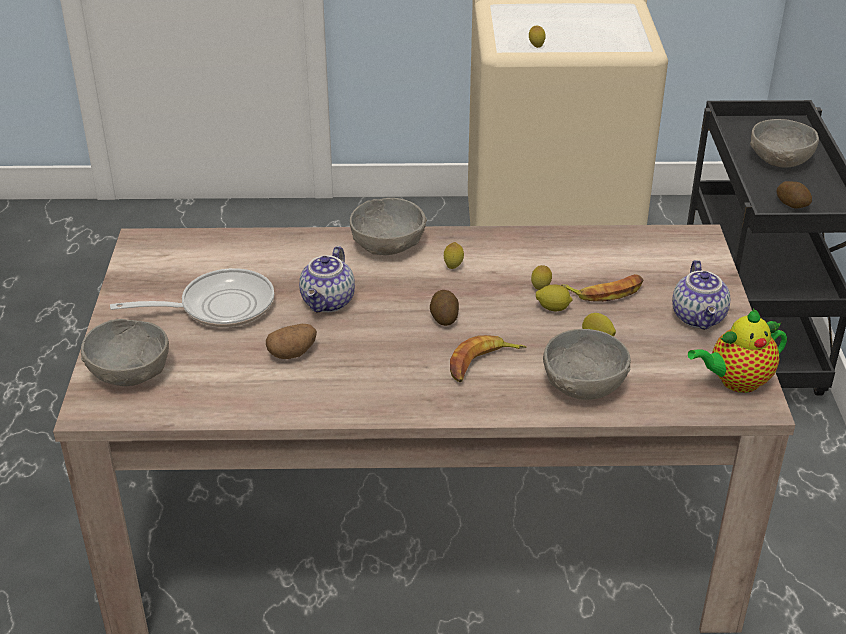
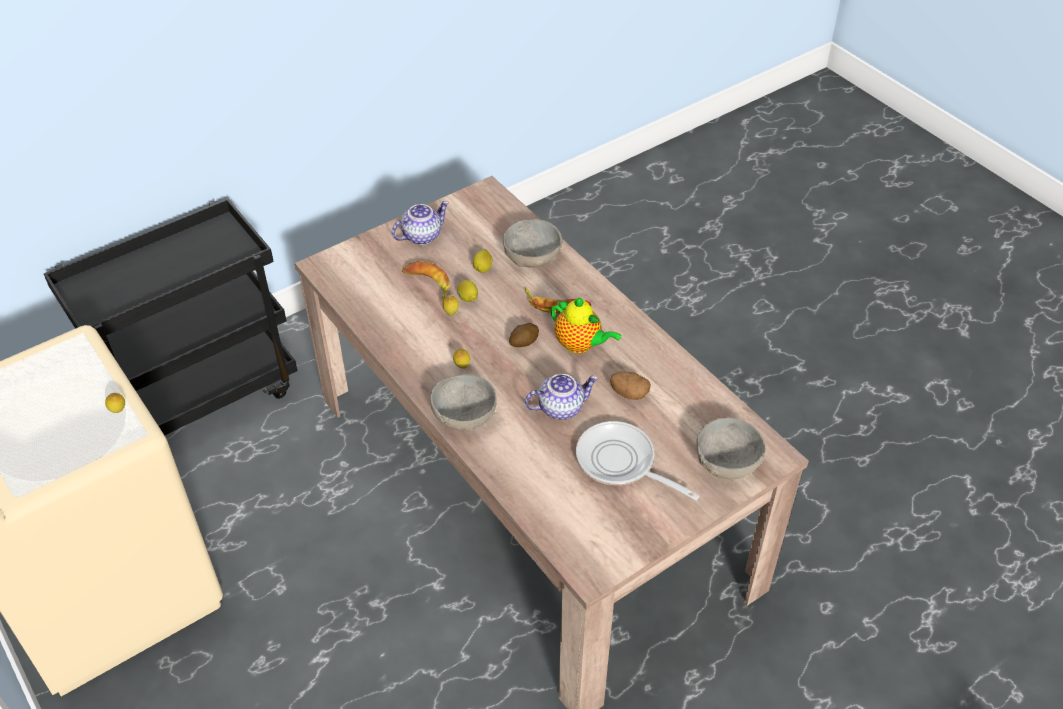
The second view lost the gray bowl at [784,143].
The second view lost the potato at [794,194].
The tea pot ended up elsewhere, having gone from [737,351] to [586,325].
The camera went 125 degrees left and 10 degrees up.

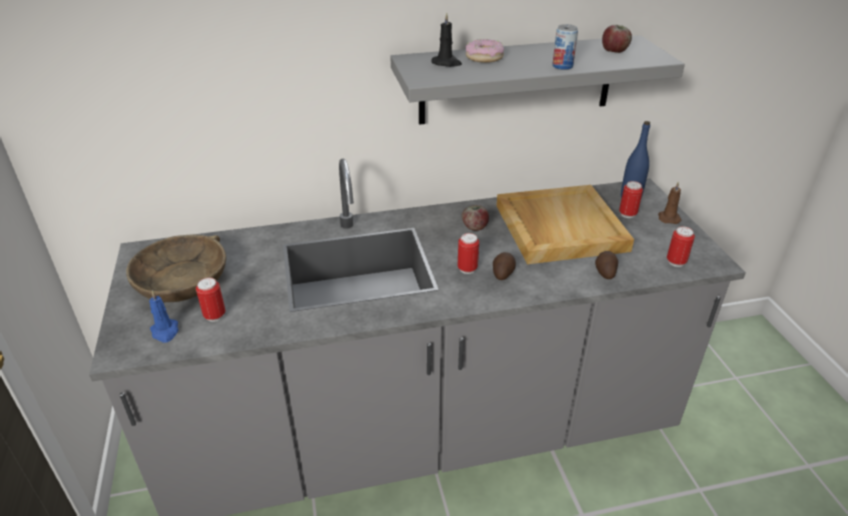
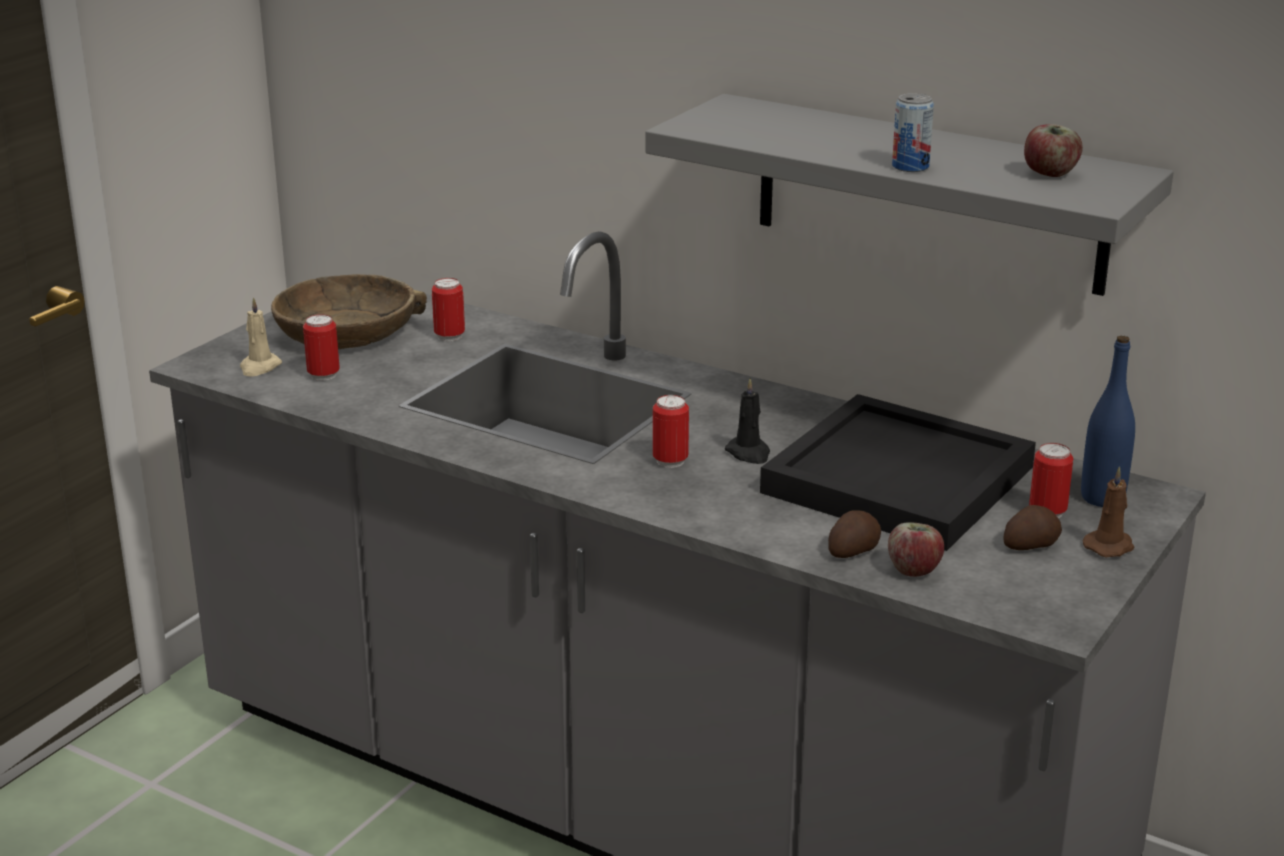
The black wax candle ended up elsewhere, having gone from [446,40] to [747,421].
The second view lost the doughnut at [485,51].
What was the sand-coloured carrying tray at [565,224] turned into the black carrying tray at [898,472].
The whole apple ended up elsewhere, having gone from [475,218] to [916,549].
The sealed can ended up elsewhere, having gone from [681,246] to [448,309].
The potato ended up elsewhere, having gone from [504,266] to [1032,527].
What was the blue wax candle at [164,316] turned into the sand-coloured wax candle at [261,337].
The camera went 45 degrees right and 10 degrees down.

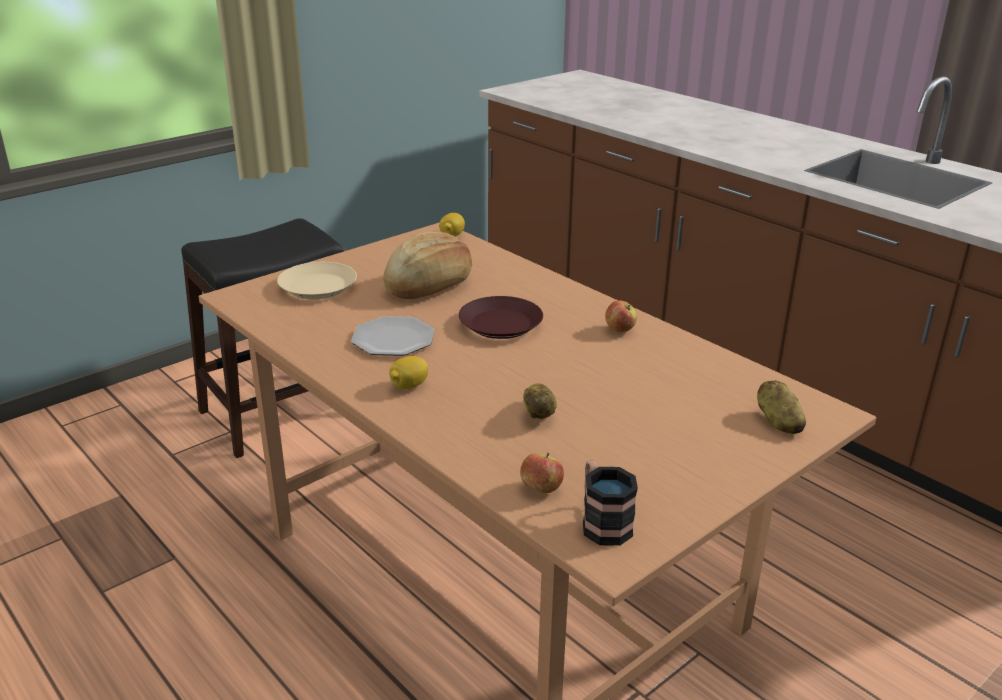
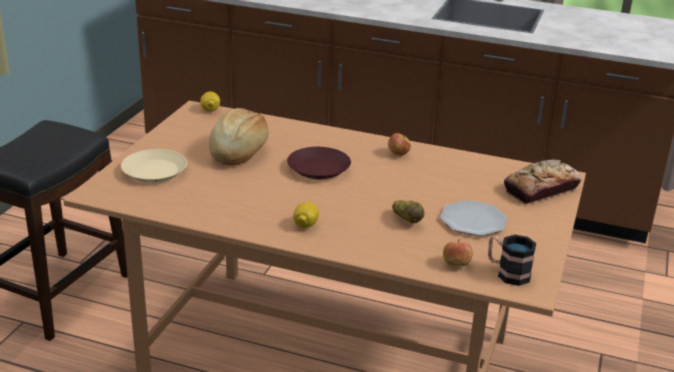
The plate ended up elsewhere, having gone from [393,336] to [473,218].
Where the potato stood at [781,407], the bakery bread came to stand at [543,182].
The camera went 30 degrees left and 0 degrees up.

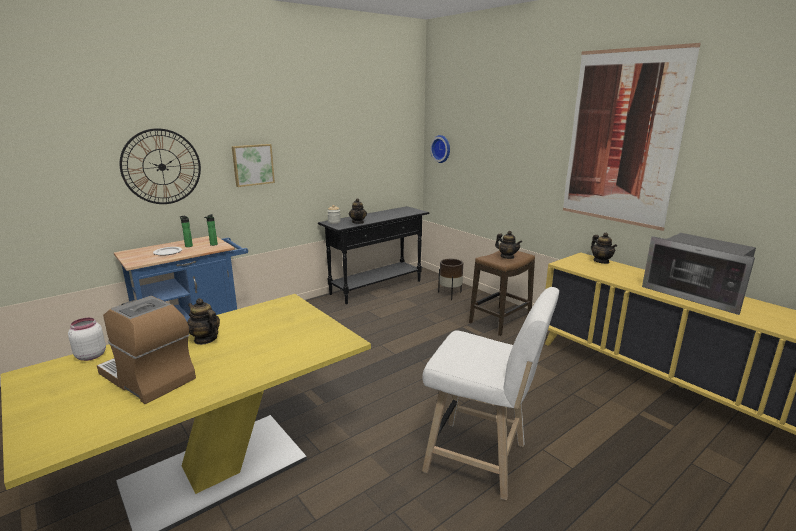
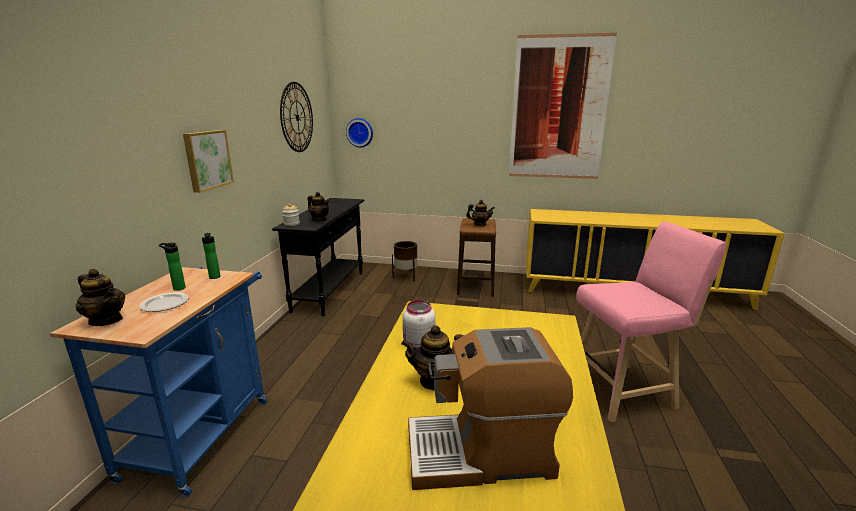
The hanging clock ended up elsewhere, having gone from [160,166] to [296,117].
The tea pot ended up elsewhere, having gone from [604,248] to [100,297].
The second view lost the microwave at [699,274].
What was the white sitting stool at [490,393] turned into the pinkish sitting stool at [651,322].
The white jar ended up elsewhere, having gone from [87,339] to [419,324].
The camera went 40 degrees left and 0 degrees up.

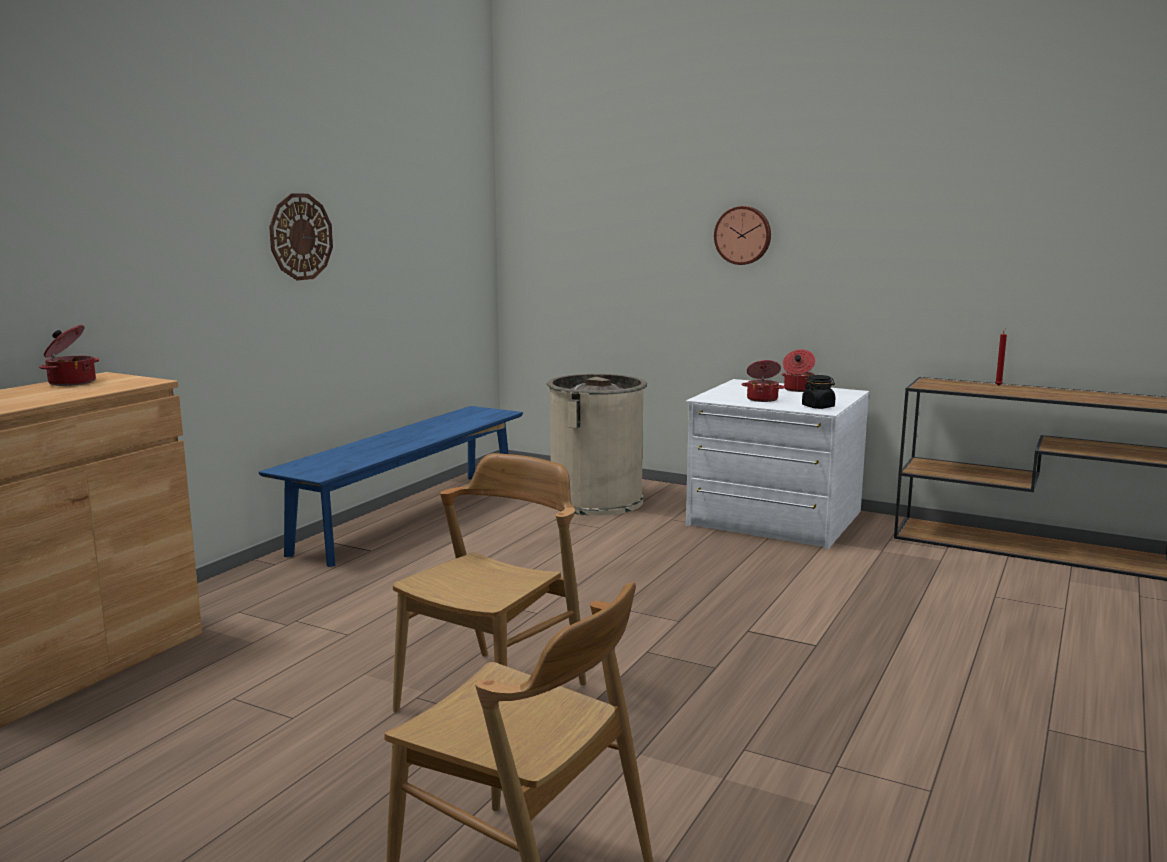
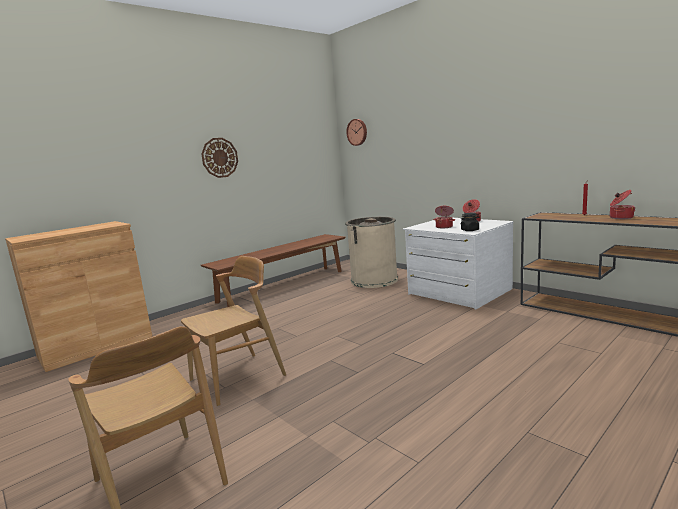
The hanging clock ended up elsewhere, having gone from [742,235] to [356,132].
The stockpot ended up elsewhere, having gone from [69,355] to [622,204].
What was the blue bench at [391,486] turned into the brownish bench at [273,270].
The camera went 20 degrees right and 0 degrees up.

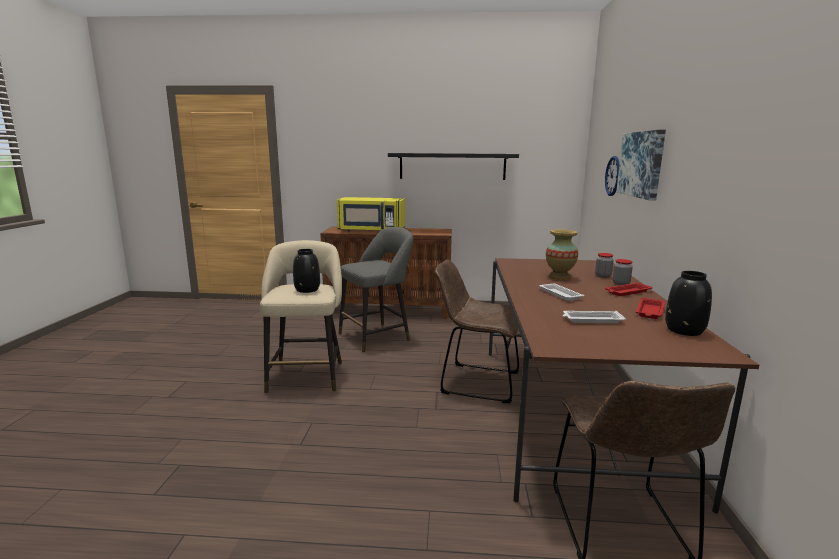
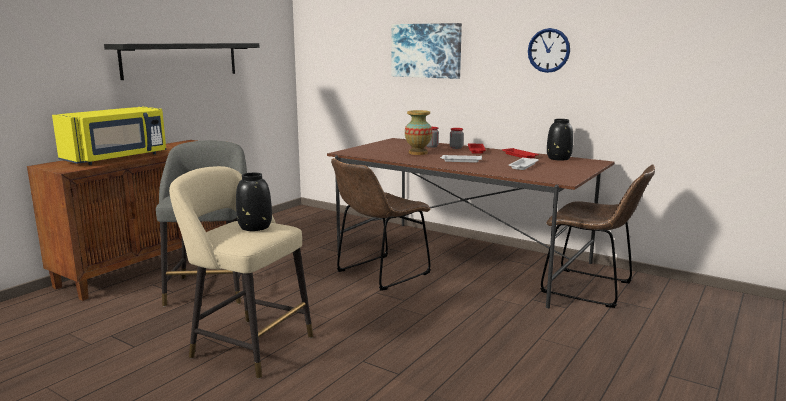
The hanging clock ended up elsewhere, having gone from [612,176] to [549,50].
The camera went 60 degrees left and 0 degrees up.

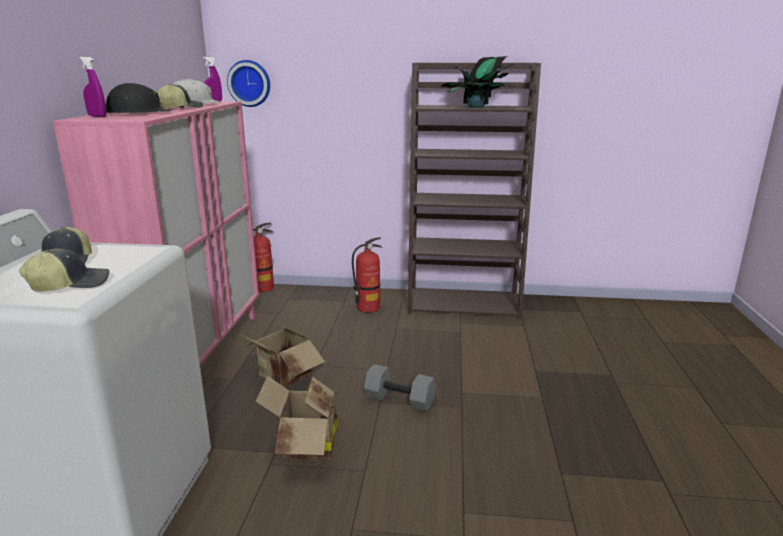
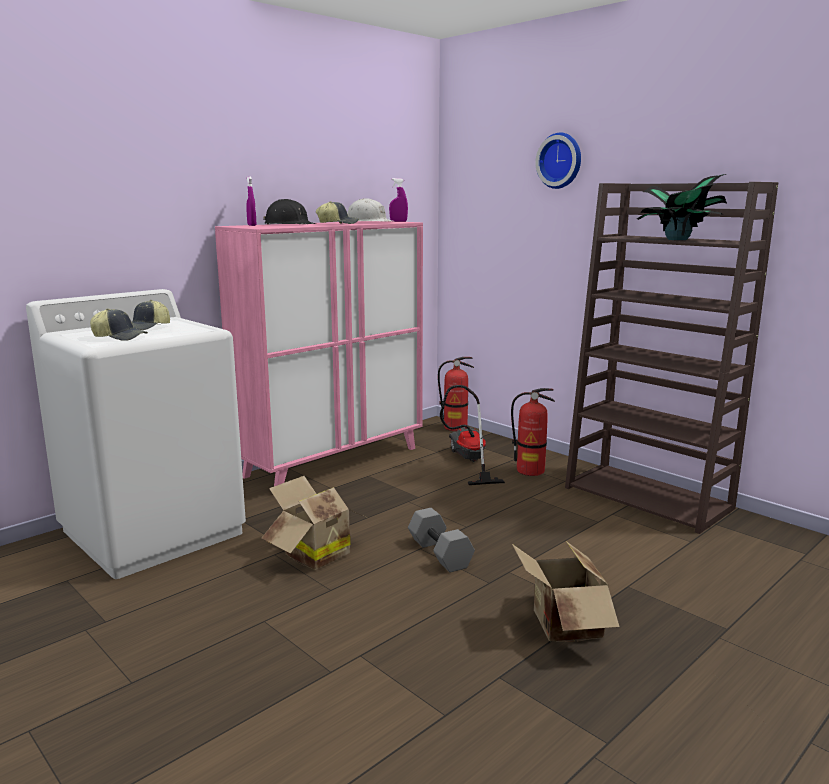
The hanging clock ended up elsewhere, having gone from [248,83] to [558,161].
The packing box ended up elsewhere, having gone from [282,354] to [566,591].
The second view gained the vacuum at [472,435].
The camera went 40 degrees right and 5 degrees down.

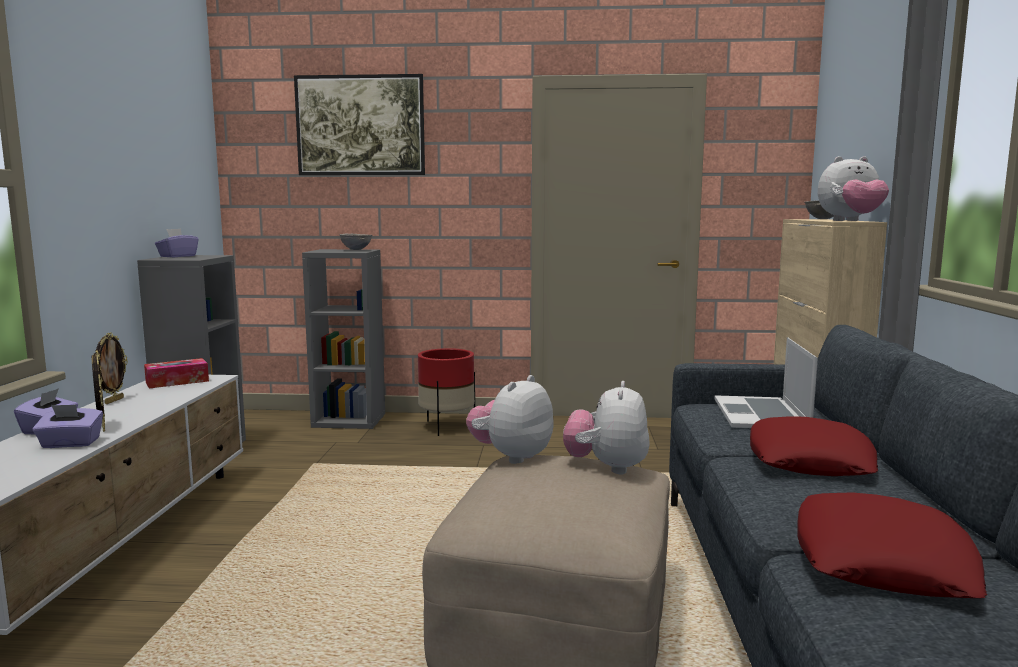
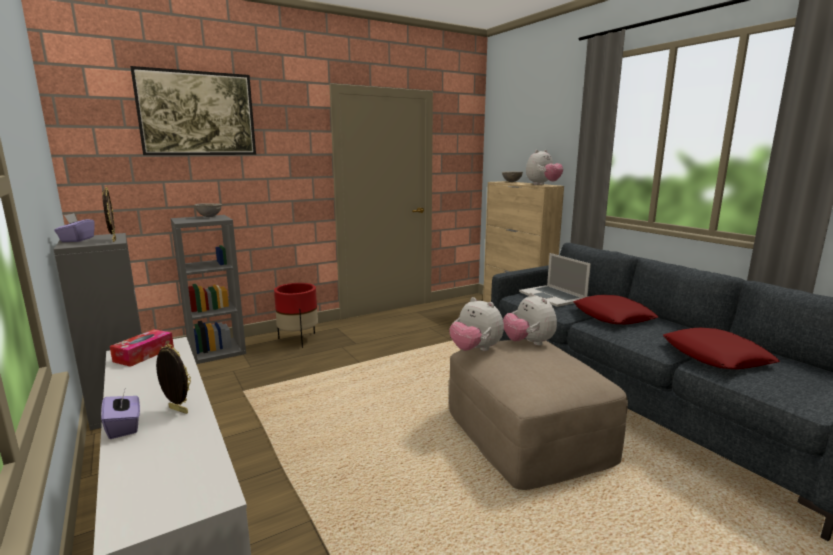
The standing frame ended up elsewhere, having gone from [111,368] to [109,214].
The soft toy at [510,419] ended up facing another way, 45 degrees counterclockwise from before.
The second view lost the purplish box of tissues at [67,426].
The camera went 35 degrees left and 5 degrees up.

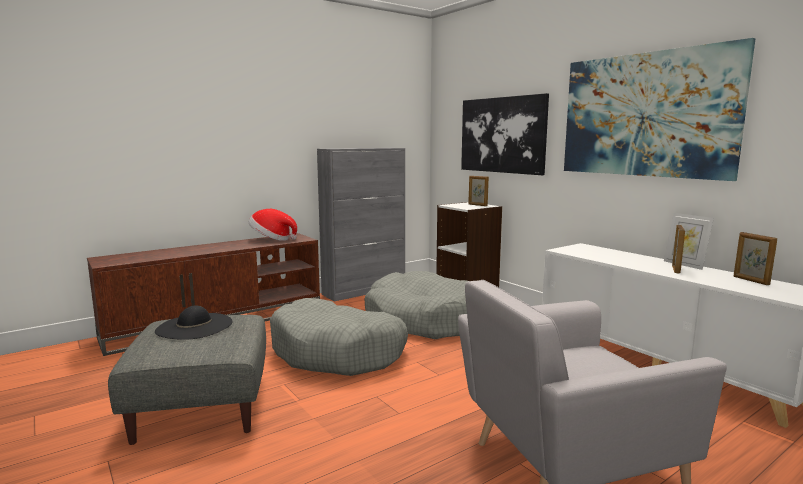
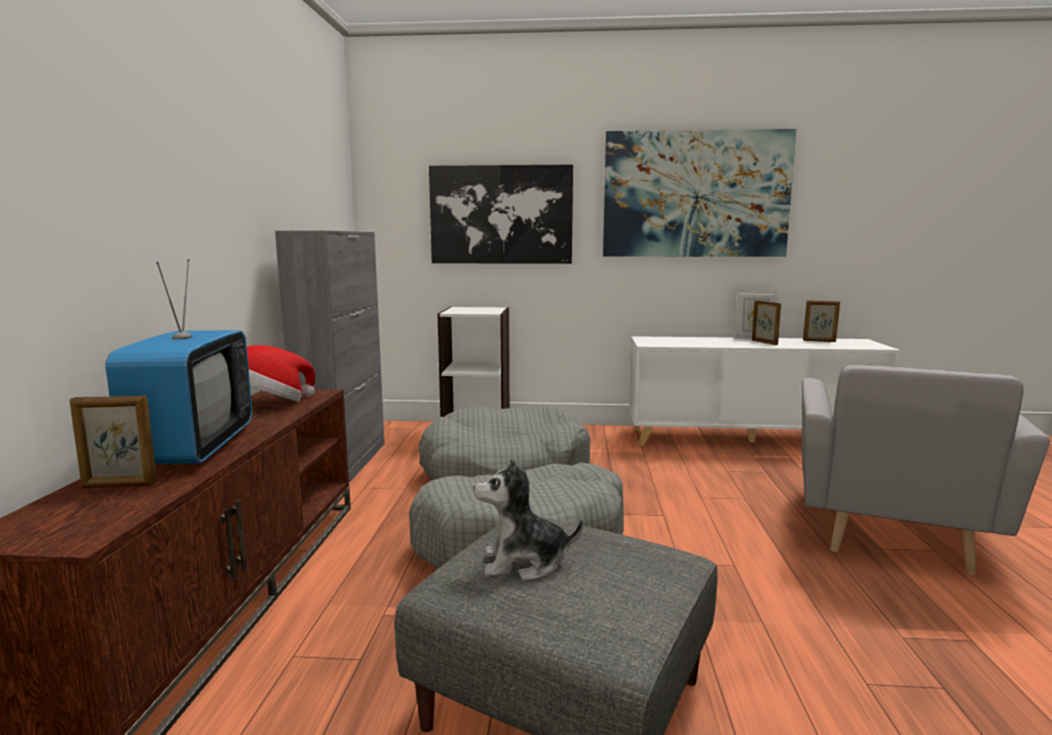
The standing frame ended up elsewhere, having gone from [478,191] to [113,441].
Where the black hat stood at [194,323], the soft toy came to stand at [528,520].
The second view gained the TV set at [179,361].
The camera went 50 degrees left and 0 degrees up.

